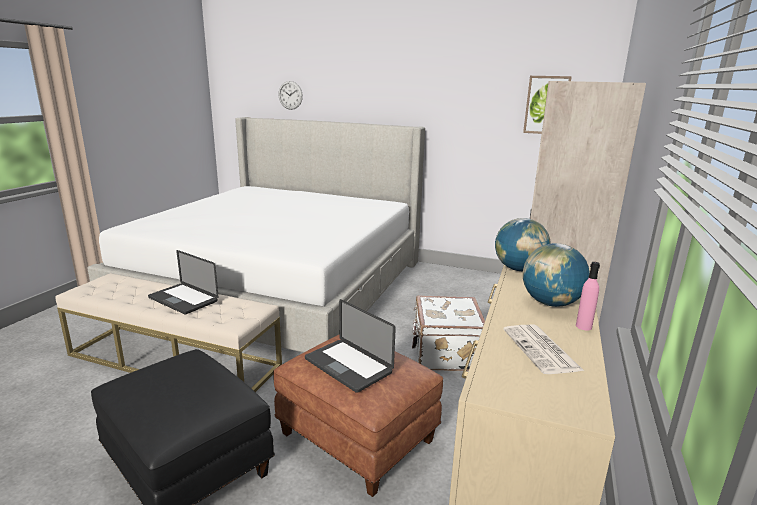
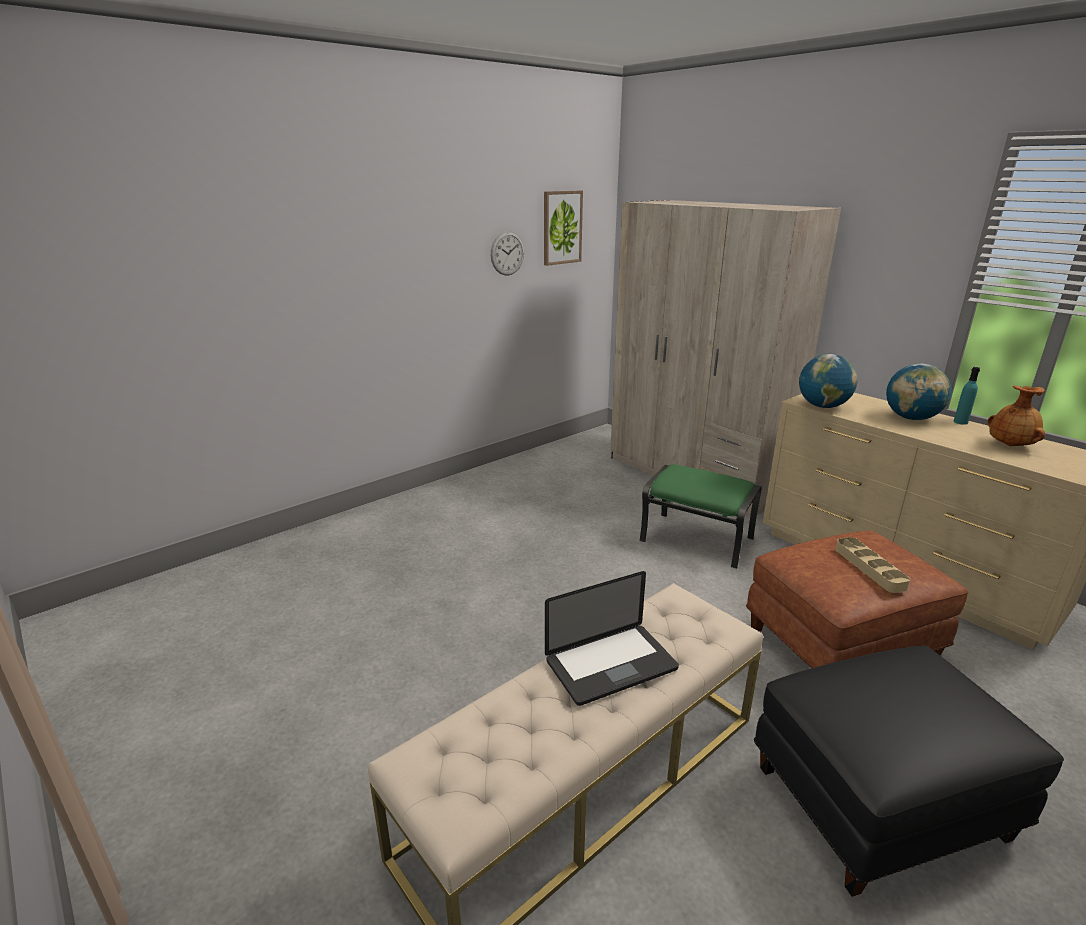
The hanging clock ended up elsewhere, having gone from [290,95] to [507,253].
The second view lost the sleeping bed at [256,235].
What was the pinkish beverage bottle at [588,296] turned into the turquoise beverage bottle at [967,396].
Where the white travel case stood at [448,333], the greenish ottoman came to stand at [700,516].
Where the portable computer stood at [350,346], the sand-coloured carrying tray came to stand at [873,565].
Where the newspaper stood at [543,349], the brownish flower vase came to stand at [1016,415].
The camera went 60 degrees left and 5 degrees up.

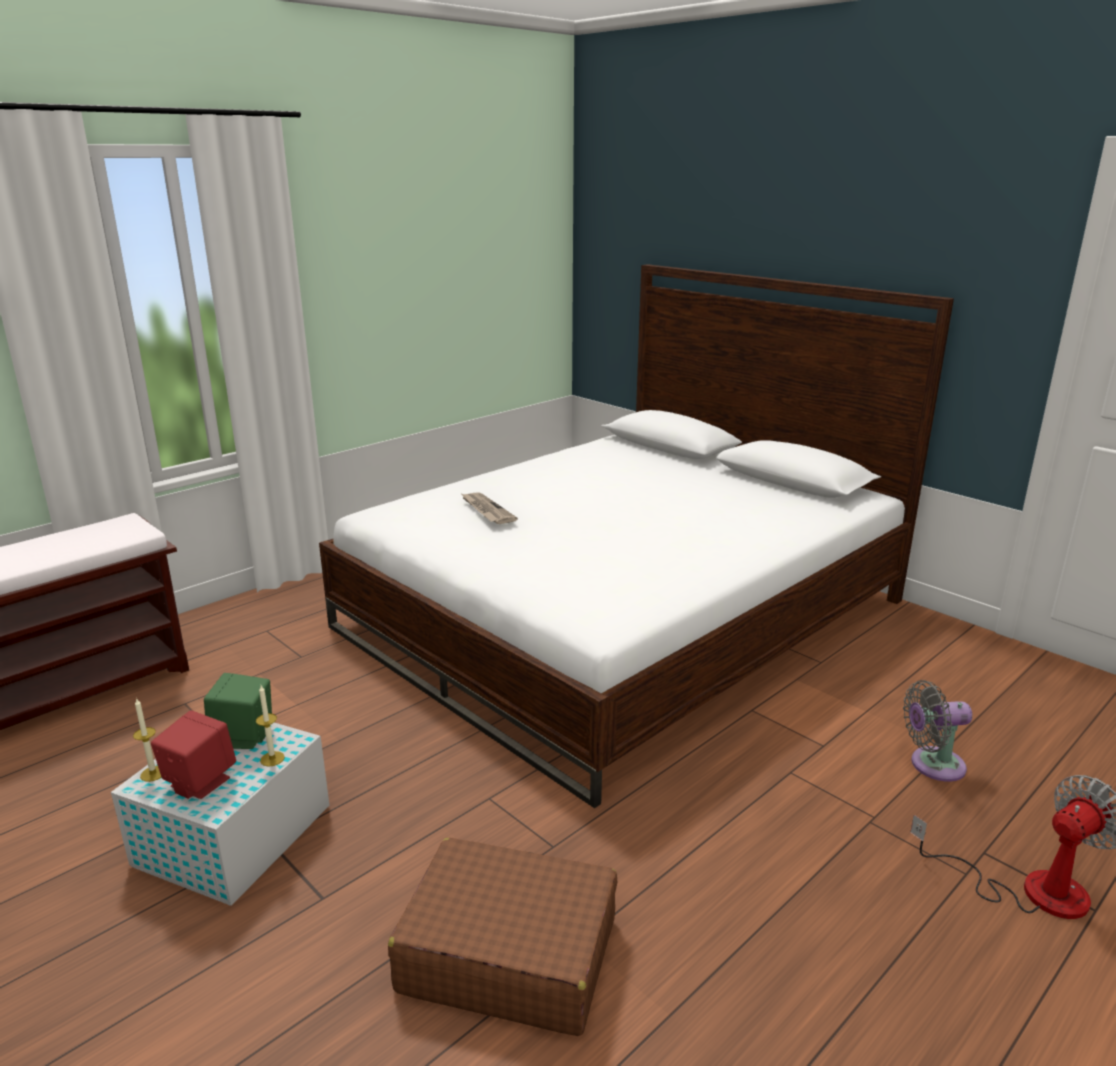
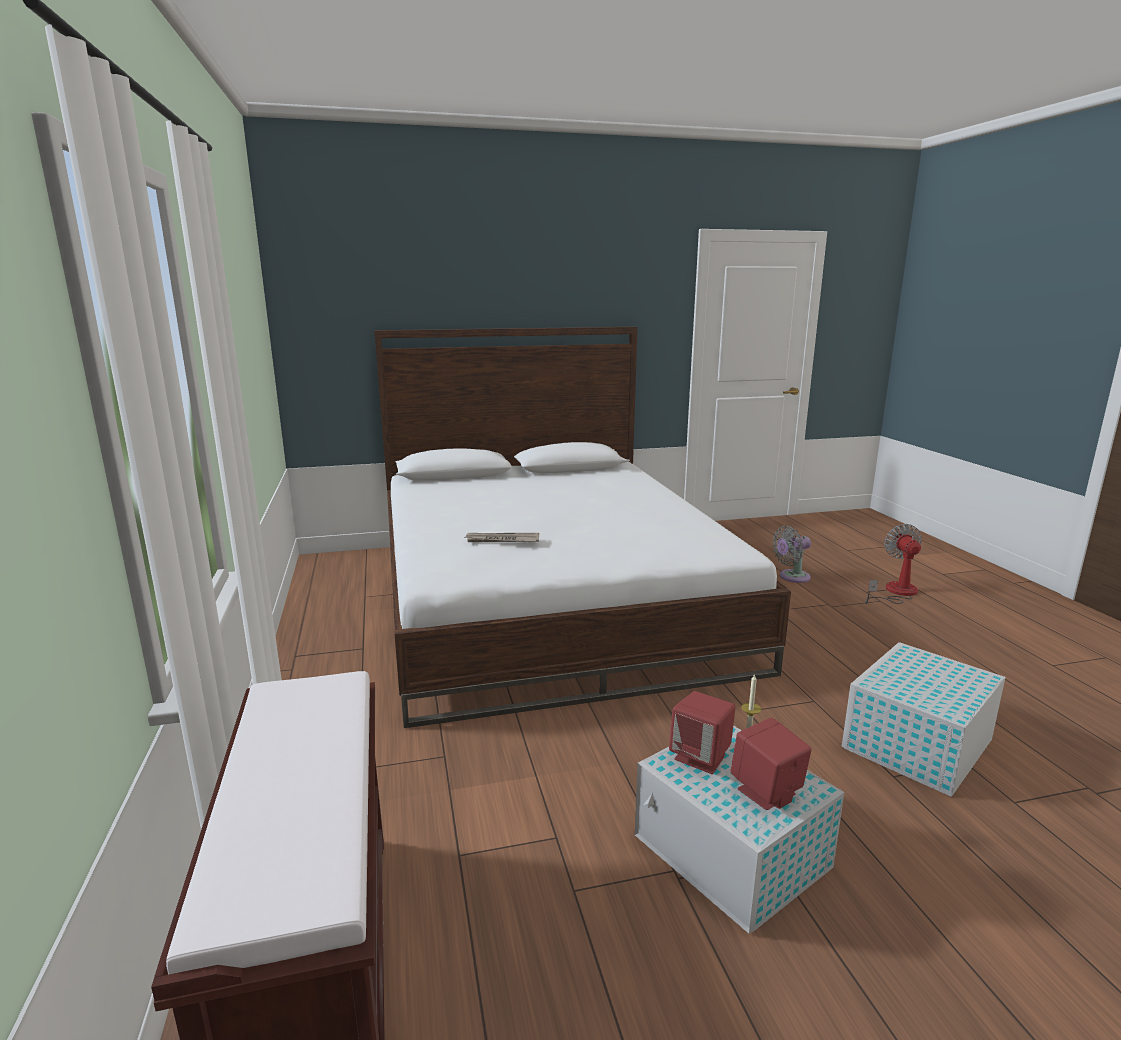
What was the greenish speaker at [238,711] turned into the red-coloured speaker at [702,732].
The gray cooling fan at [937,731] ended up facing another way, 45 degrees clockwise from before.
The second view lost the wax candle at [147,740].
Where the brownish travel case stood at [502,937], the white storage bin came to stand at [924,719].
The camera went 60 degrees left and 5 degrees down.

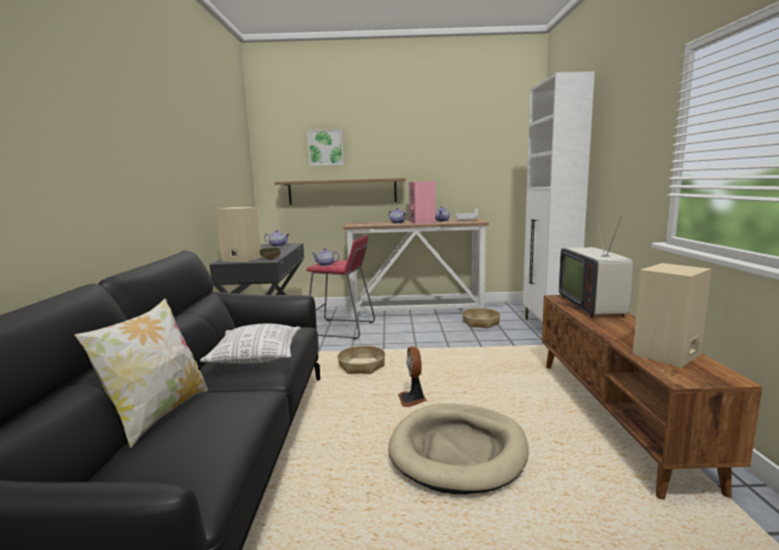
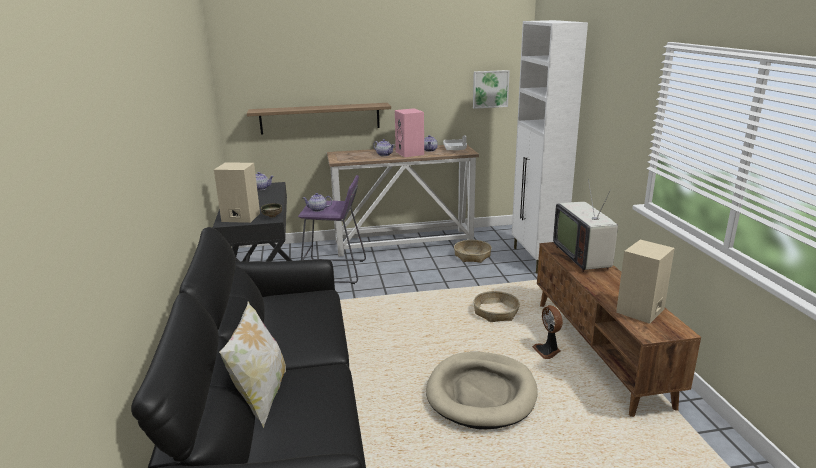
The wall art ended up elsewhere, having gone from [325,147] to [491,89].
What was the red-coloured sitting stool at [340,287] turned into the purplish sitting stool at [332,229].
The second view lost the throw pillow at [250,344].
The basket ended up elsewhere, having gone from [361,359] to [496,306].
The cooling fan ended up elsewhere, having gone from [412,376] to [547,332].
The camera went 10 degrees left and 10 degrees up.

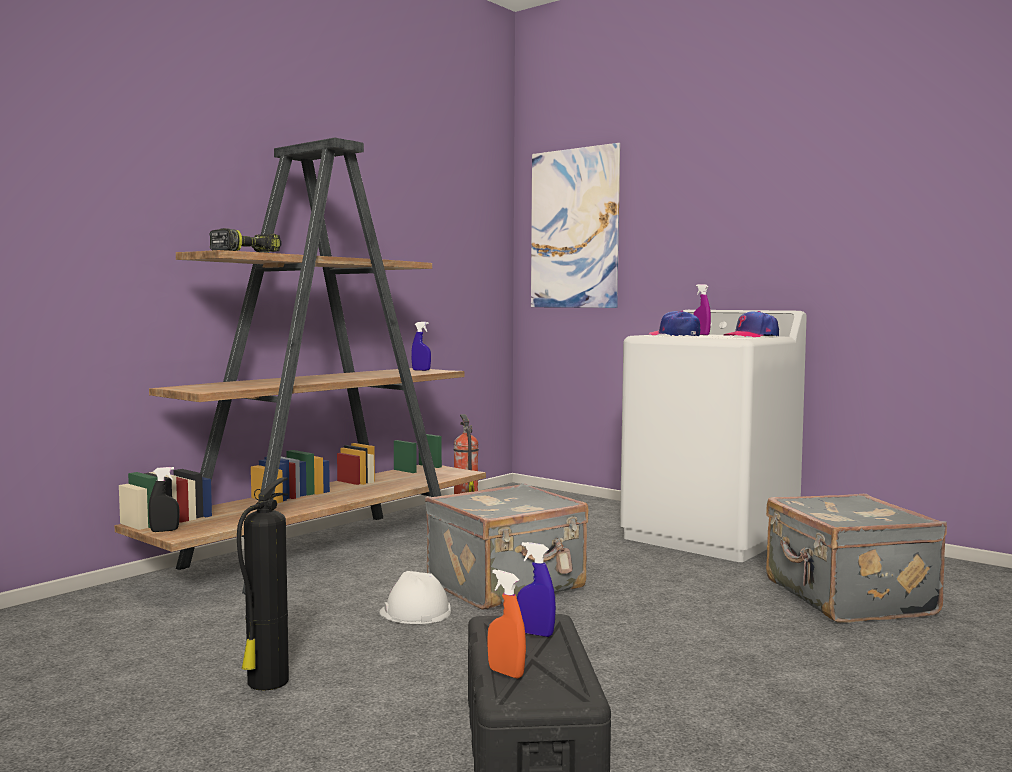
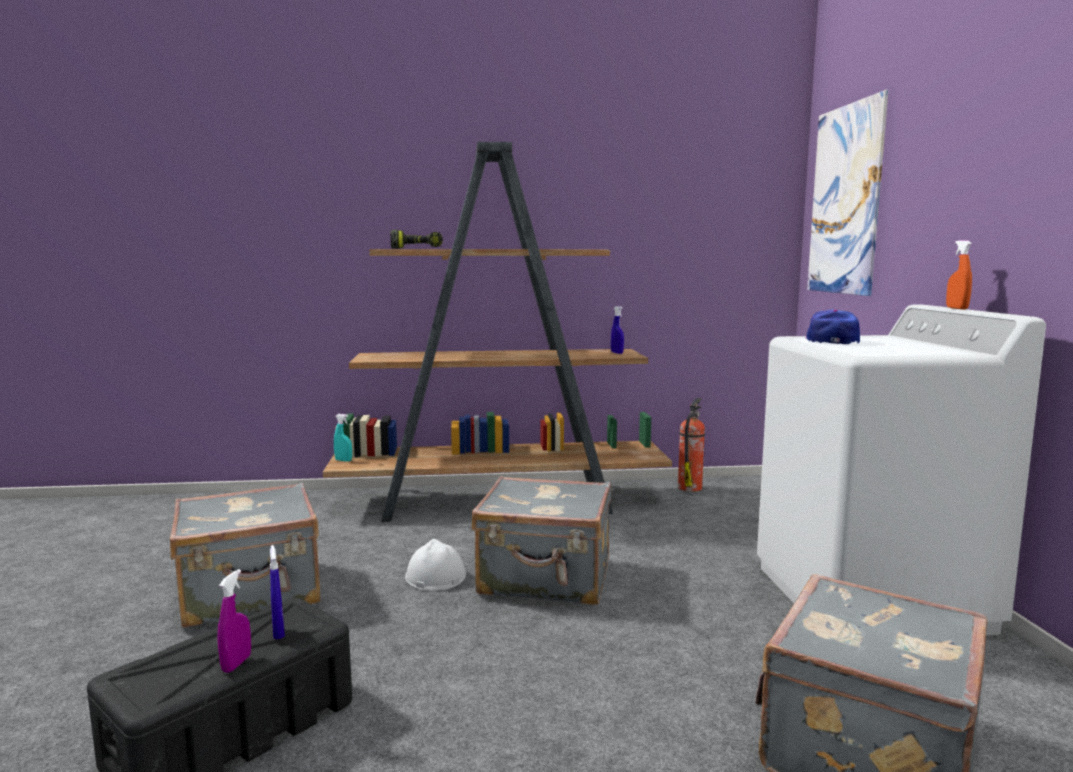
The purplish spray bottle ended up elsewhere, having gone from [702,309] to [234,621].
The second view lost the baseball cap at [751,324].
What was the black spray bottle at [164,499] turned into the turquoise spray bottle at [343,438].
Where the fire extinguisher stood at [263,584], the gray travel case came to stand at [245,555].
The orange spray bottle ended up elsewhere, having gone from [506,623] to [959,275].
The camera went 45 degrees right and 5 degrees up.

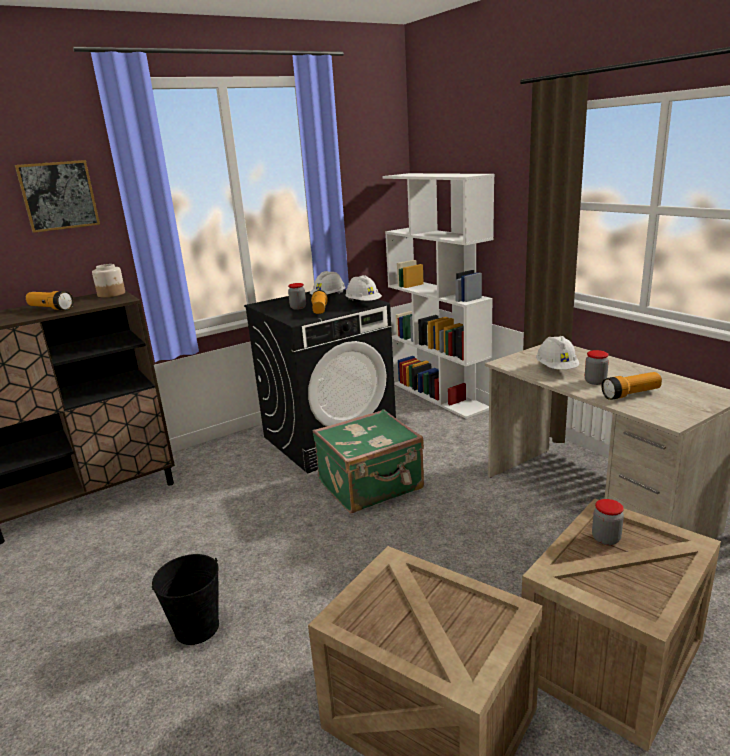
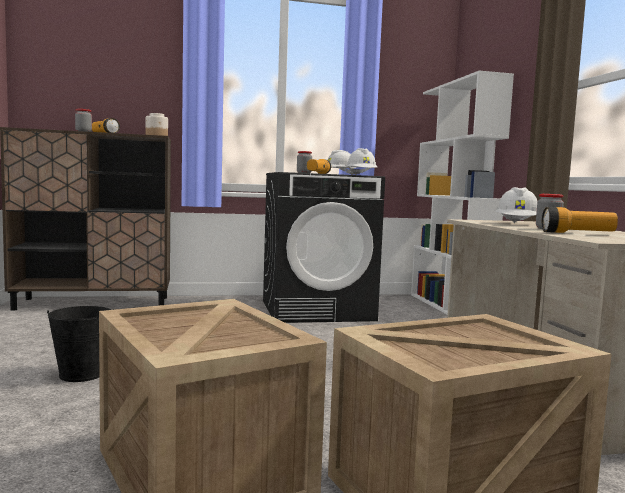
The second view lost the wall art at [57,196].
The second view lost the greenish travel case at [368,461].
The jar ended up elsewhere, having gone from [608,522] to [83,120].
The camera went 20 degrees right and 15 degrees down.

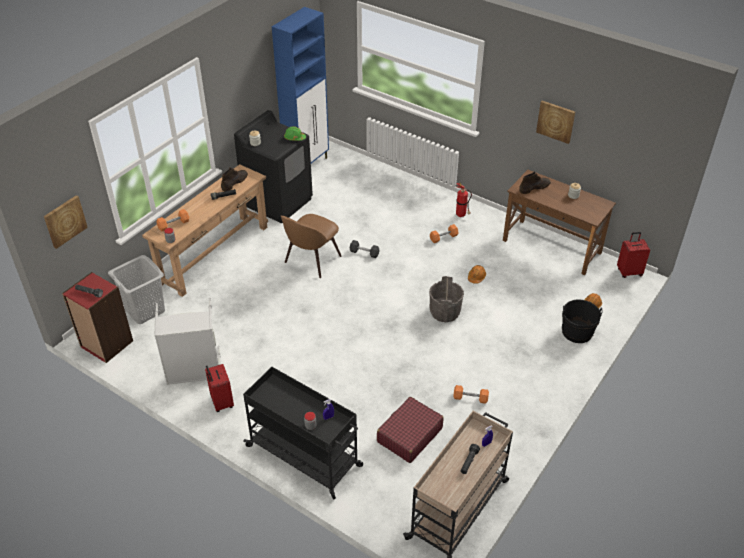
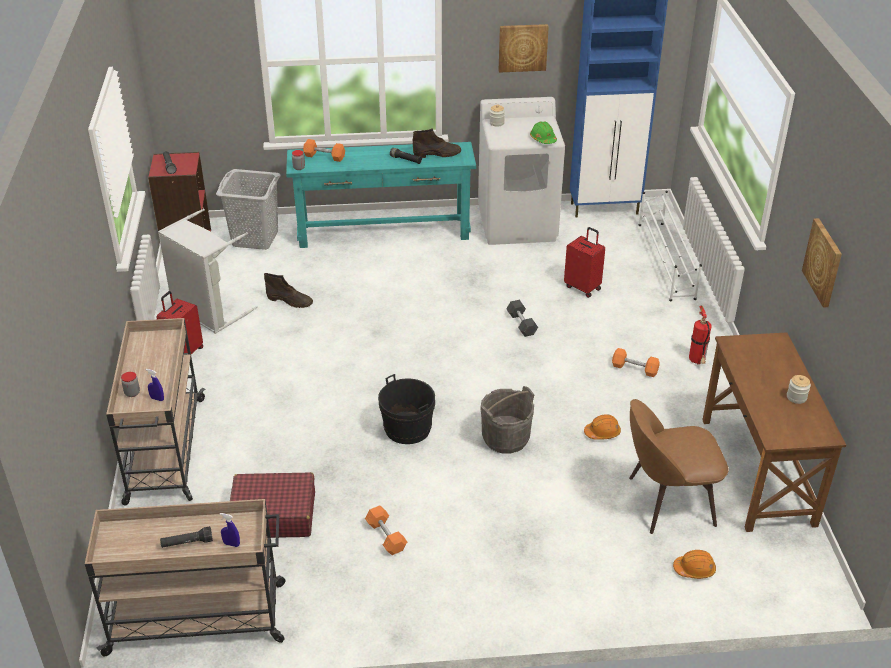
What was the black laundry machine at [273,166] turned into the white laundry machine at [521,171].
What was the brownish narrow table at [205,230] turned into the turquoise narrow table at [381,195].
The brownish high-top boot ended up elsewhere, having gone from [535,182] to [288,290].
The wall art ended up elsewhere, having gone from [66,222] to [524,48].
The brownish chair ended up elsewhere, having gone from [311,246] to [679,466].
The red-coloured travel case ended up elsewhere, having gone from [633,255] to [584,262].
The black pail ended up elsewhere, having gone from [582,321] to [406,409].
What was the black cart at [303,433] turned into the sand-coloured cart at [155,412].
The second view gained the white shoe shelf at [670,246].
The camera went 50 degrees right and 5 degrees down.

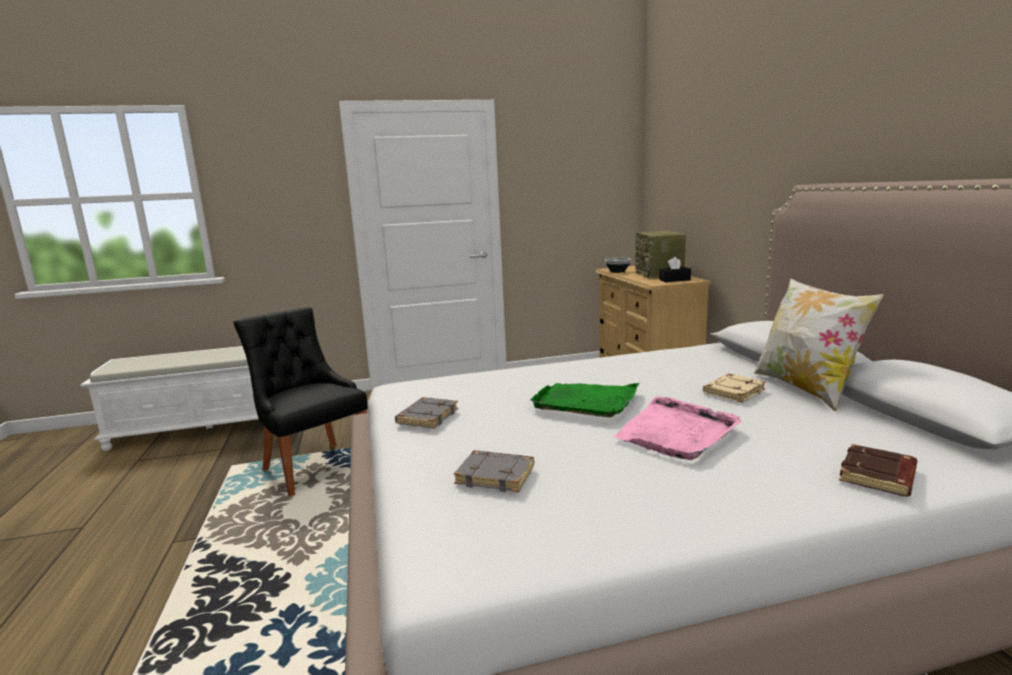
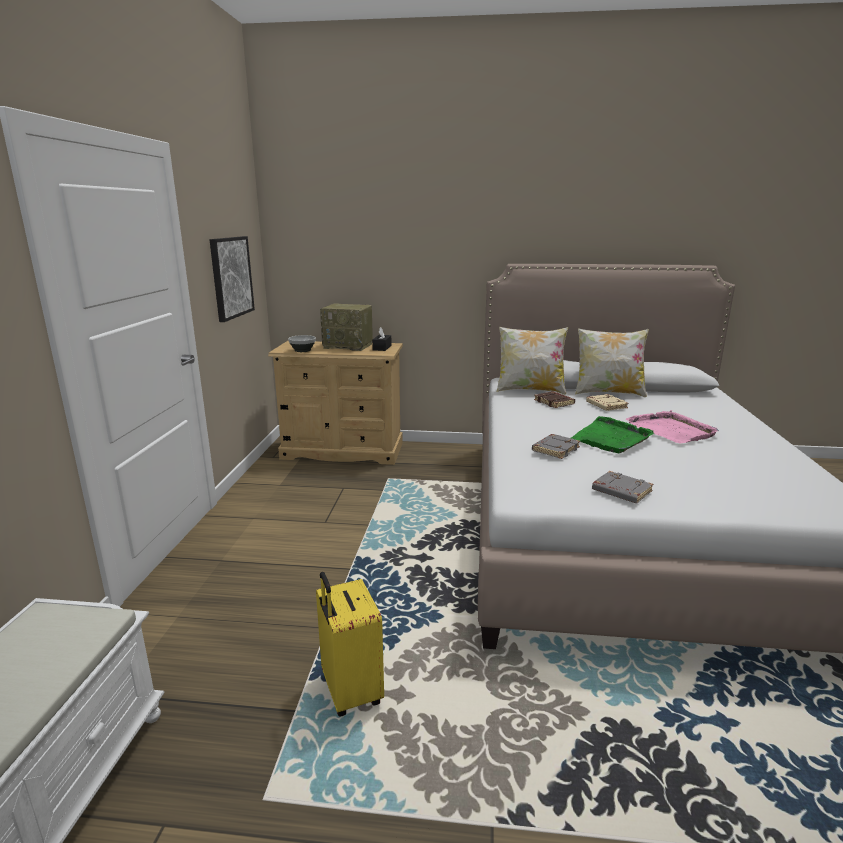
Where the black chair stood at [300,402], the yellow travel case came to stand at [350,644].
The brownish book ended up elsewhere, having gone from [878,470] to [554,399].
The gray book ended up elsewhere, having gone from [494,471] to [556,446].
The second view gained the wall art at [232,279].
The second view gained the throw pillow at [532,361].
The camera went 70 degrees left and 5 degrees up.

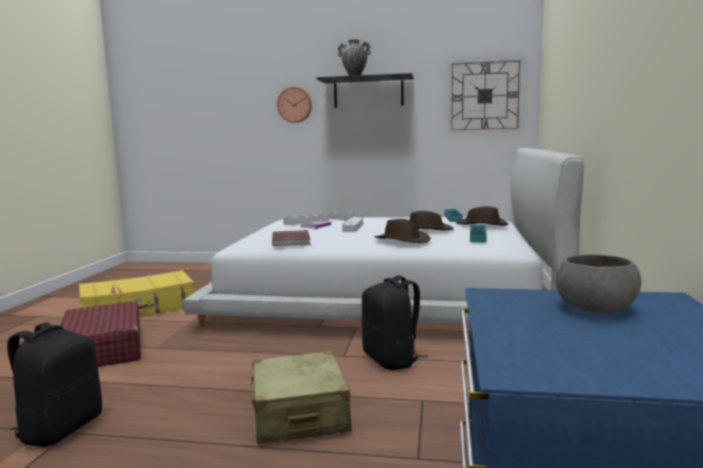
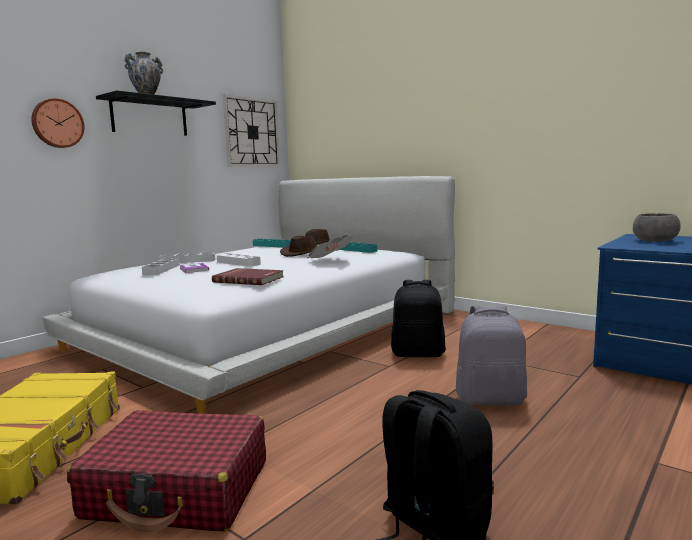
Where the brownish hat stood at [402,231], the newspaper came to stand at [330,246].
Where the sand-coloured travel case stood at [301,397], the gray knapsack came to stand at [491,355].
The camera went 60 degrees left and 0 degrees up.

